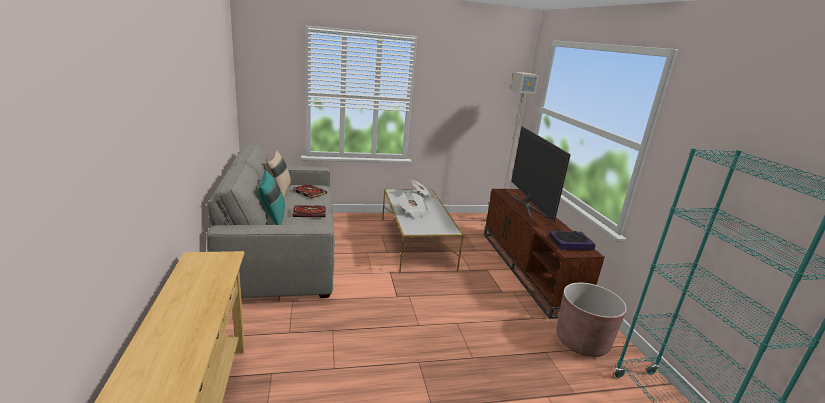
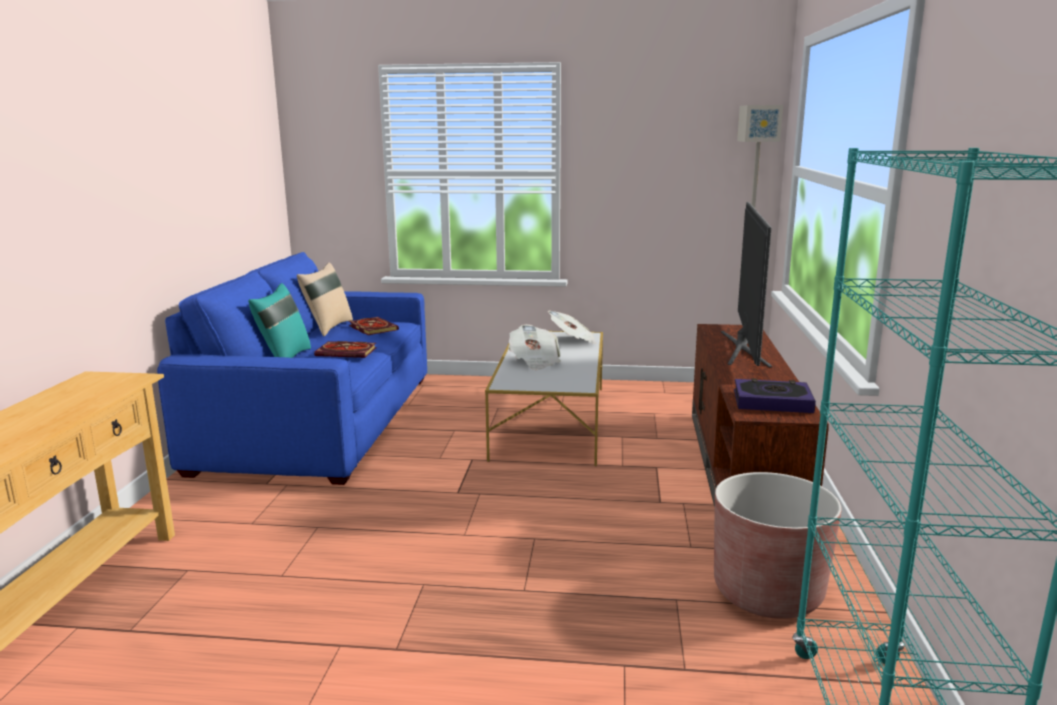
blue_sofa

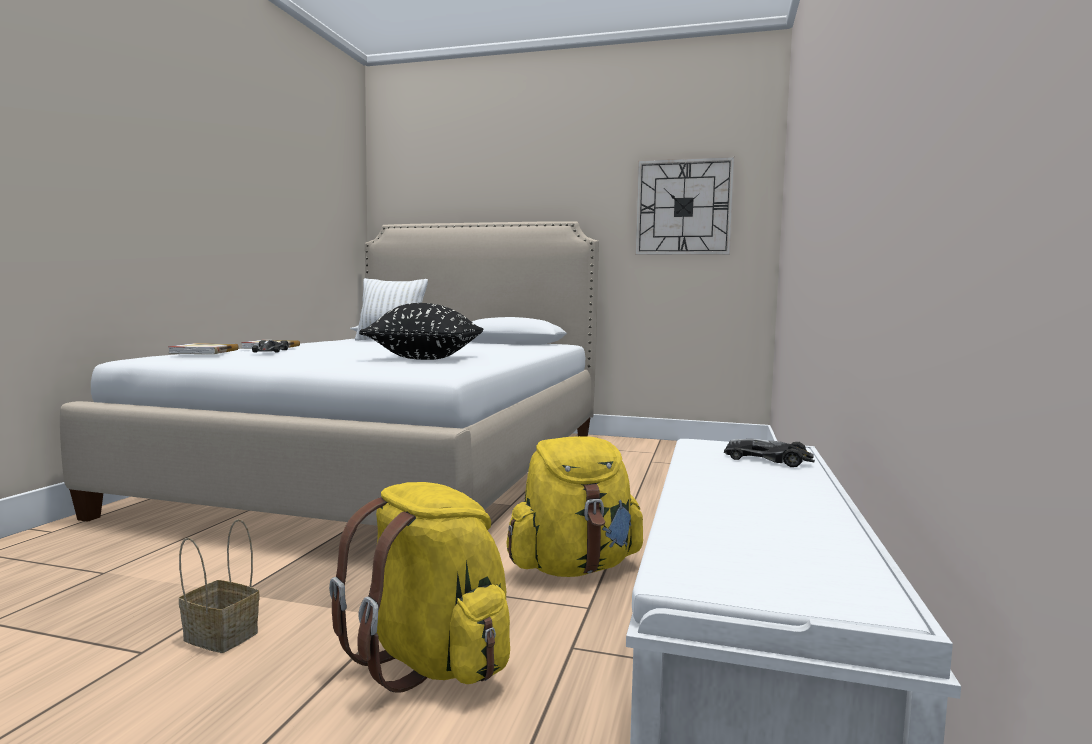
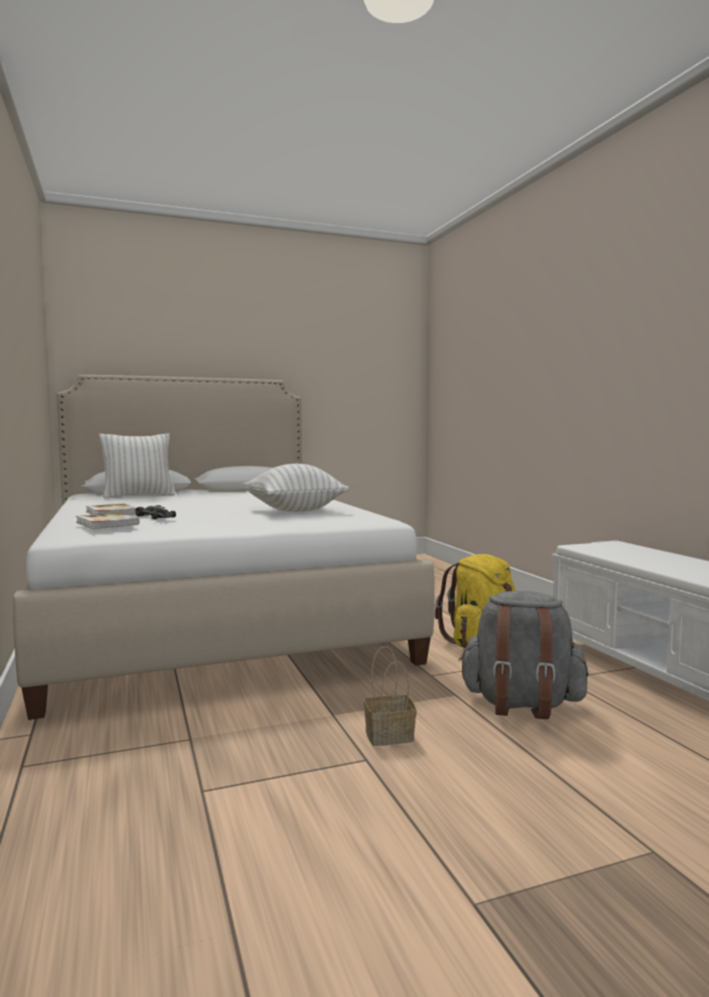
grey_backpack
white_pillow (no. 2 from left)
wall_clock
toy_car (no. 2 from left in the first image)

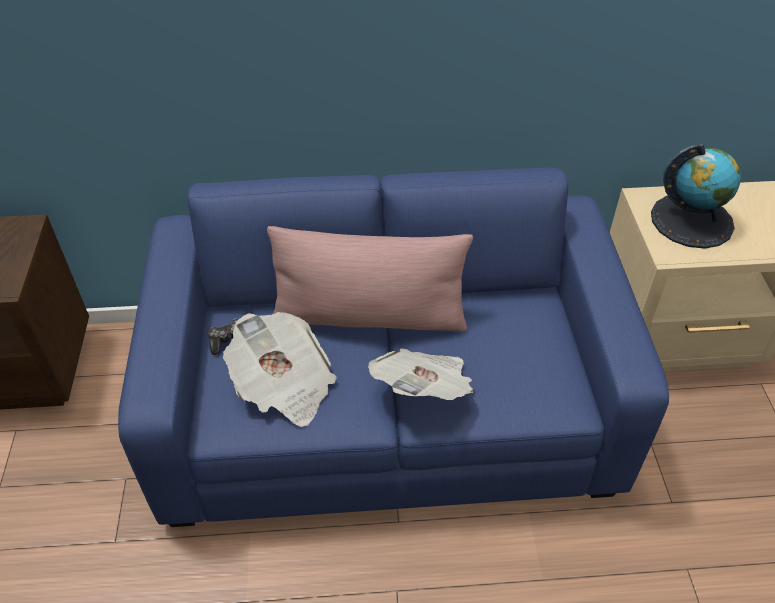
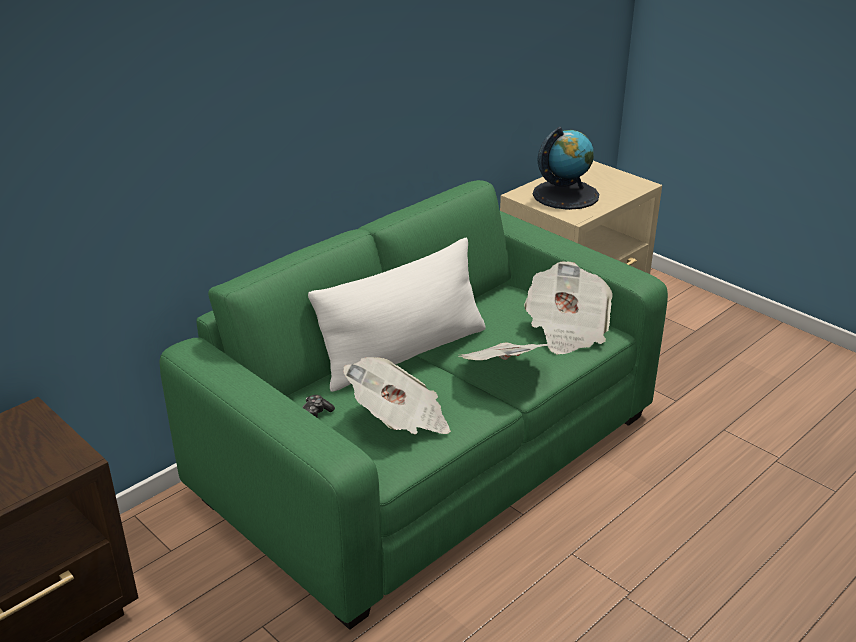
green_sofa
white_pillow
newspaper (no. 3 from left)

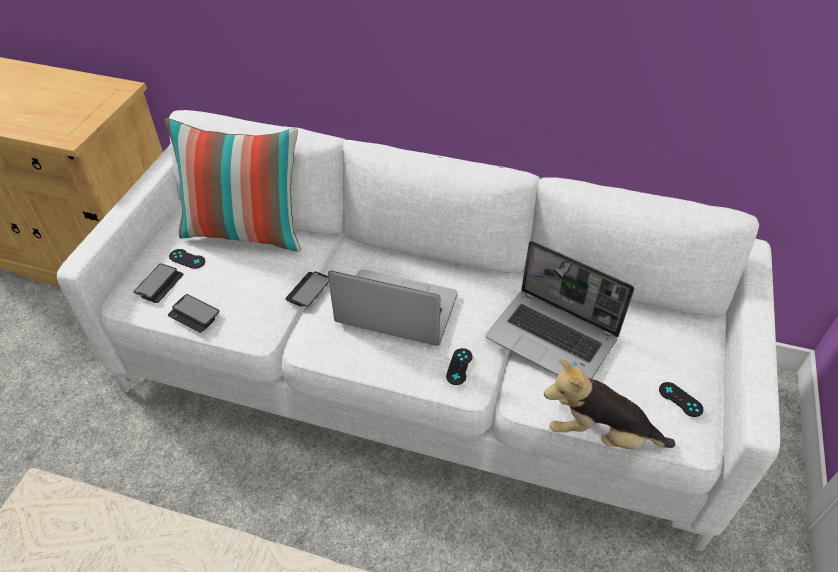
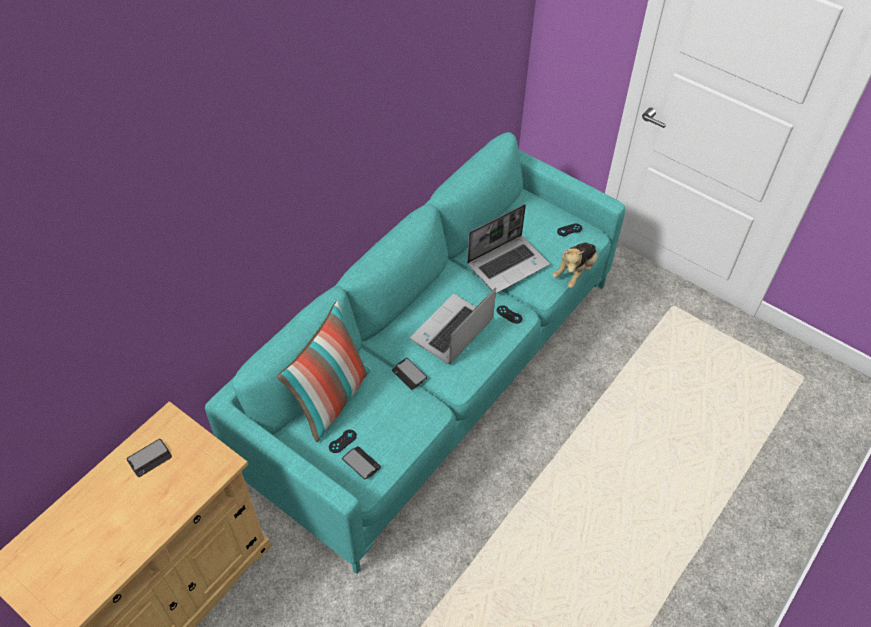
turquoise_sofa
phone (no. 1 from left)

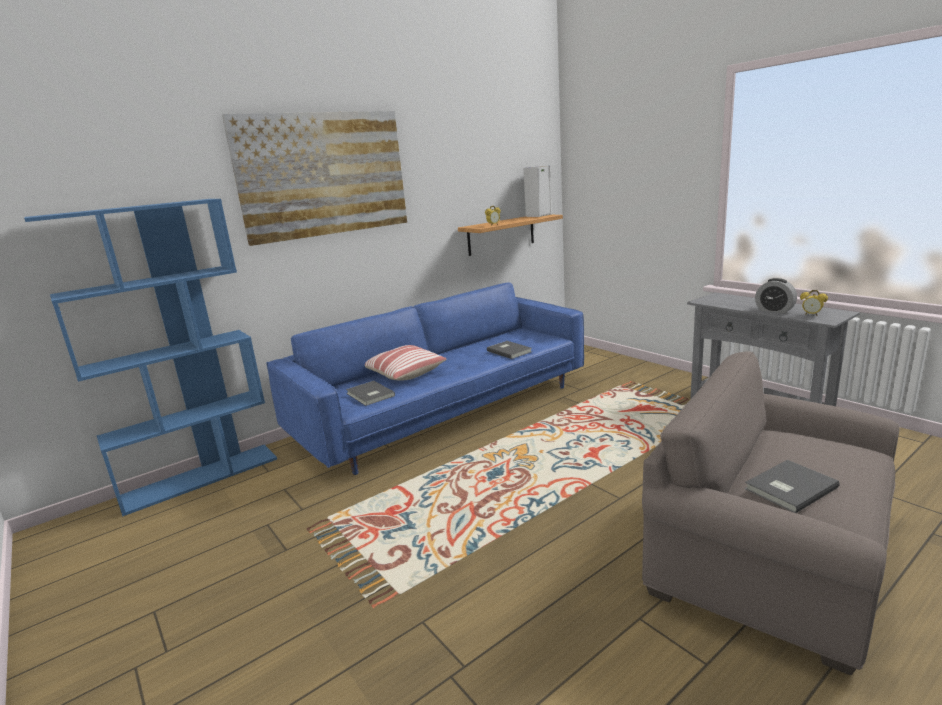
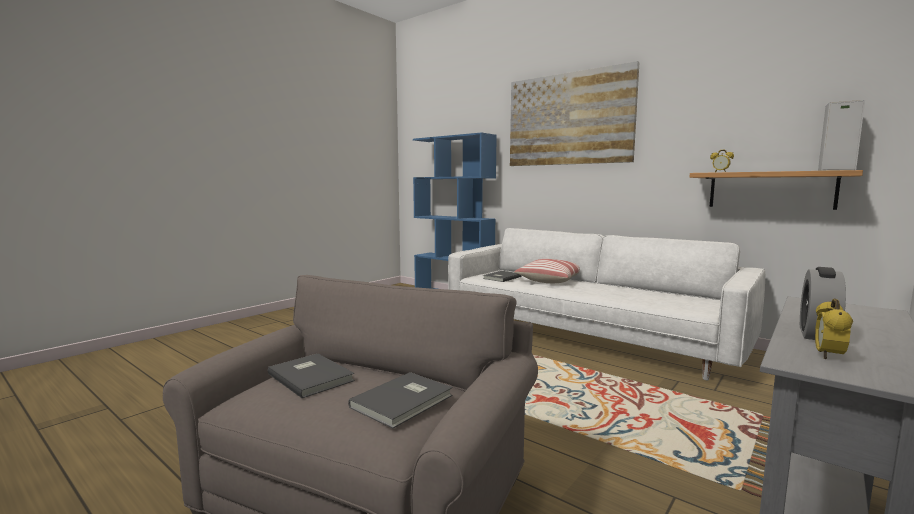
white_sofa
grey_book (no. 2 from left)

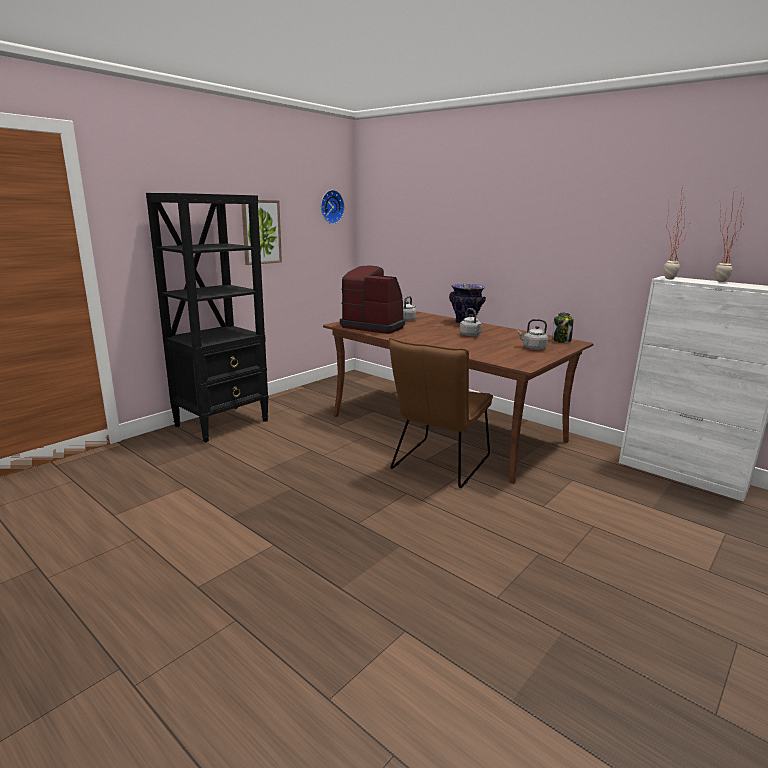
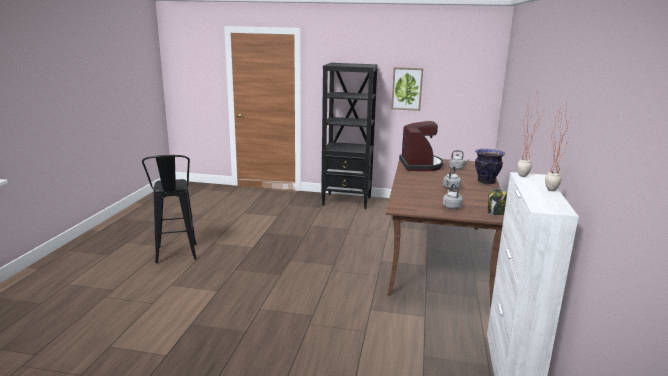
wall_clock
brown_chair
black_stool

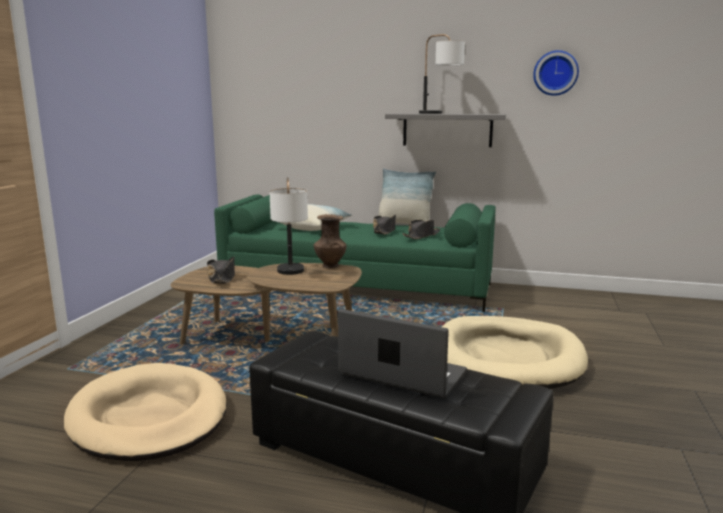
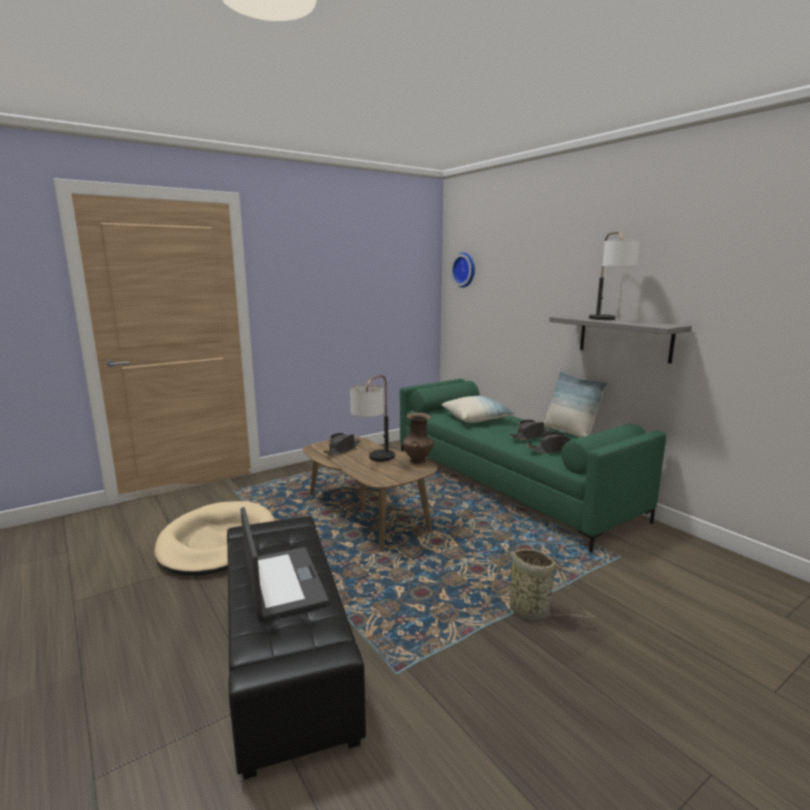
basket
wall_clock

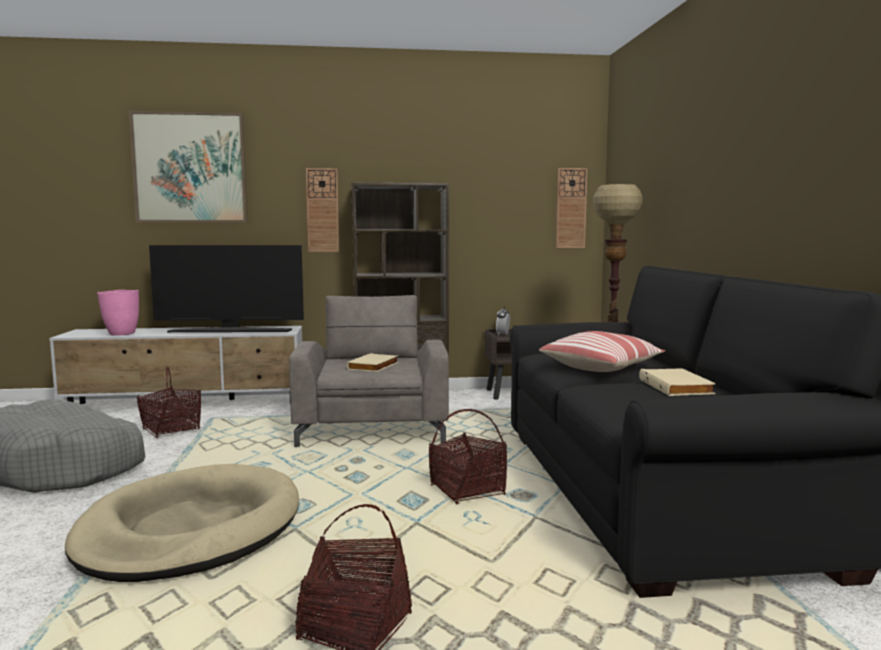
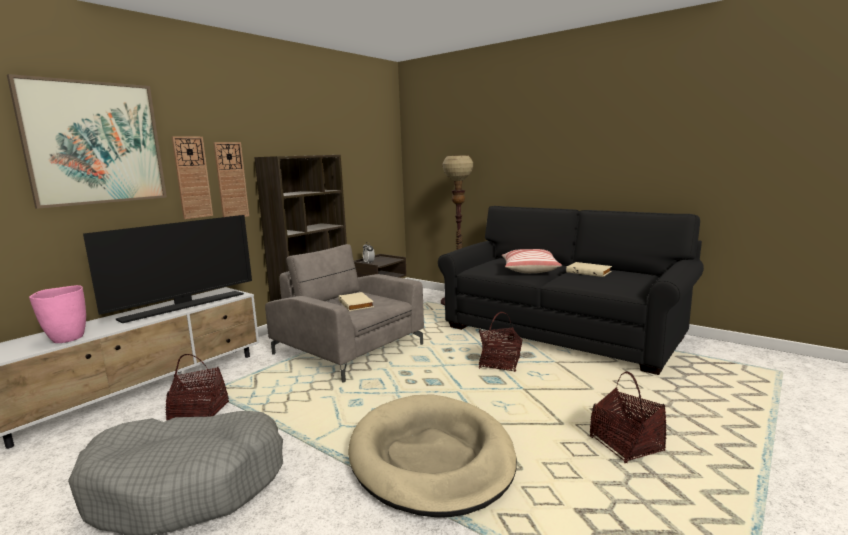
wall_clock (no. 1 from left)

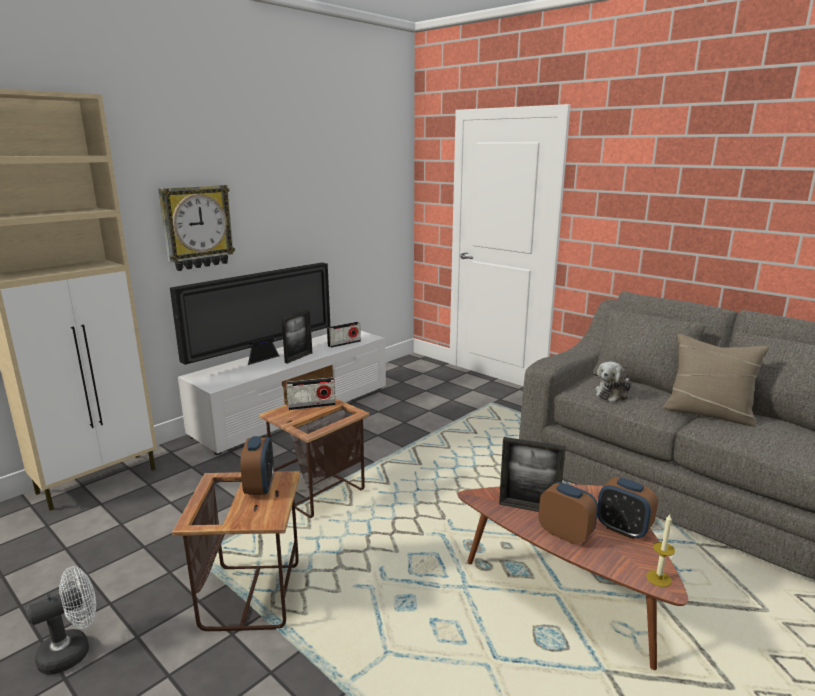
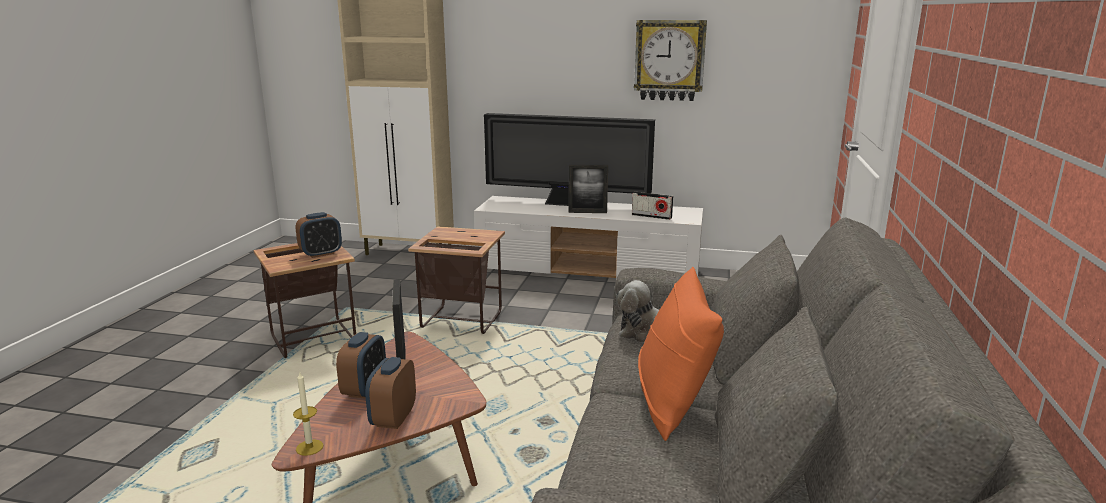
white_fan
wall_clock
radio (no. 1 from left in the first image)
orange_pillow

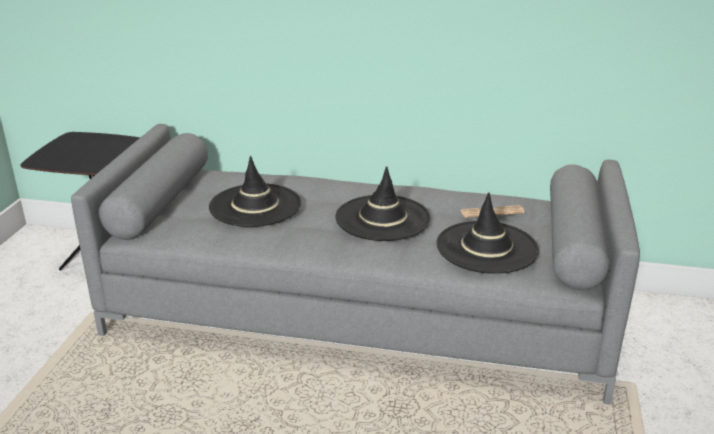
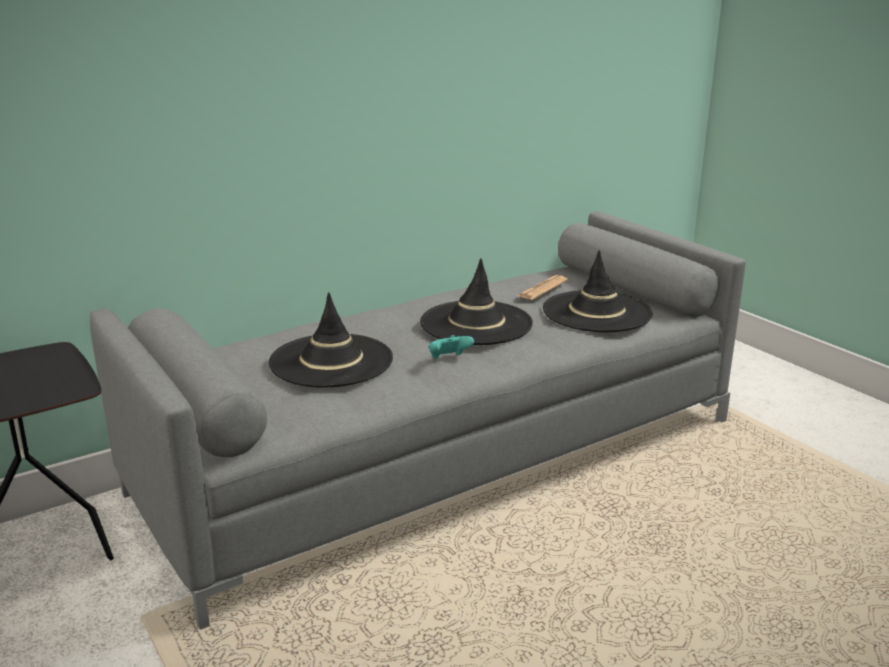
turquoise_game_controller

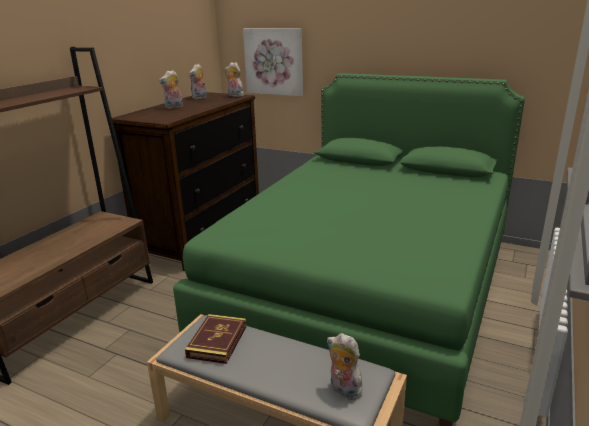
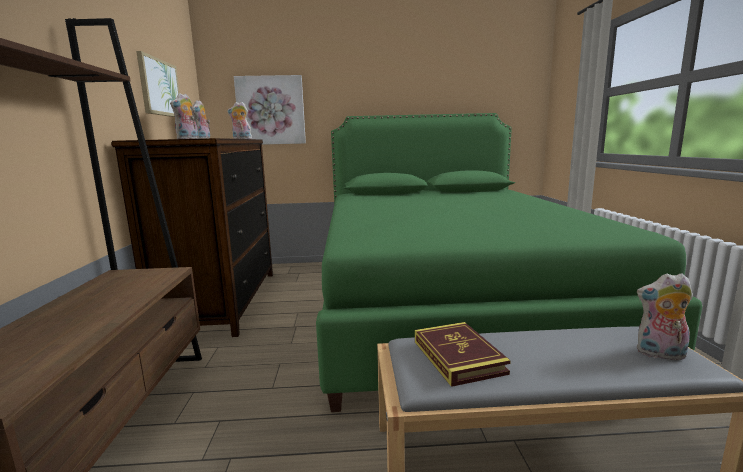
picture (no. 1 from left)

